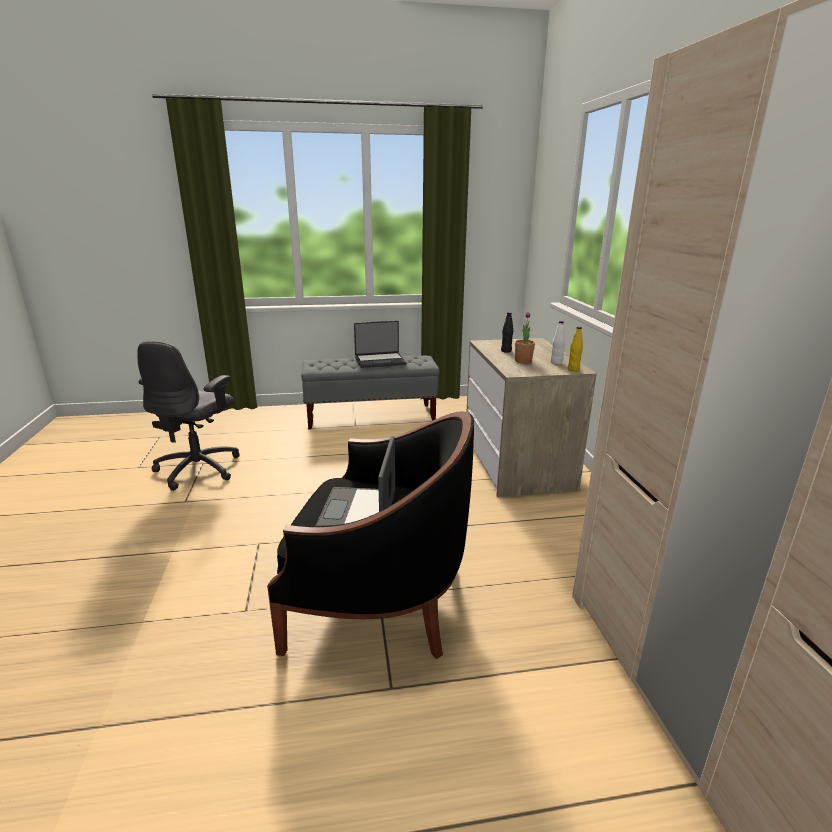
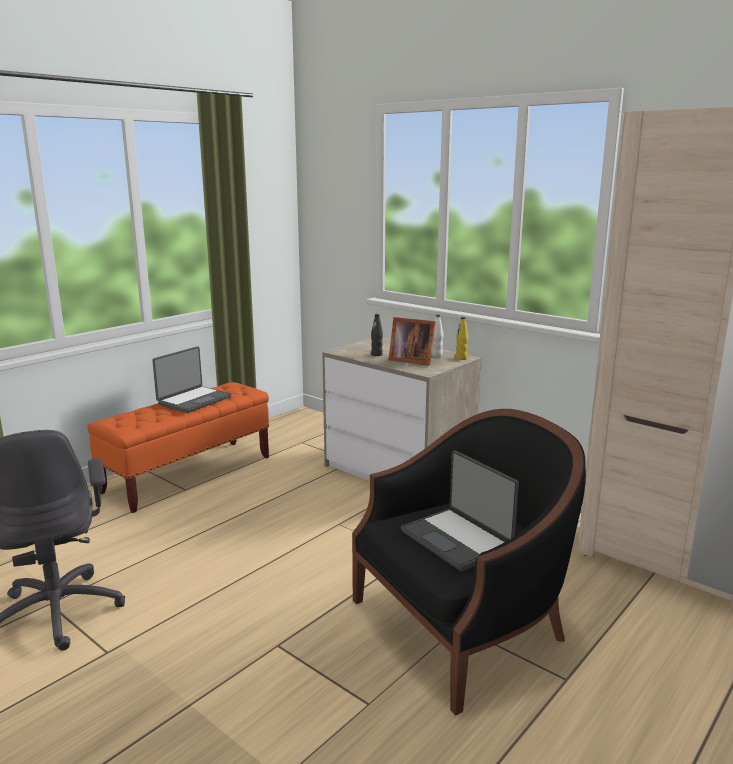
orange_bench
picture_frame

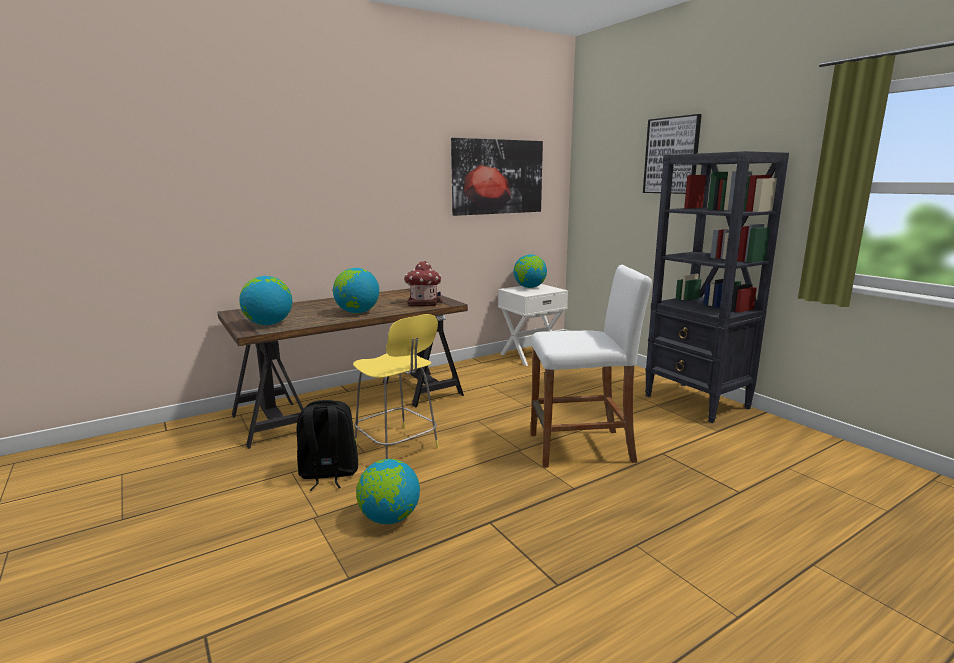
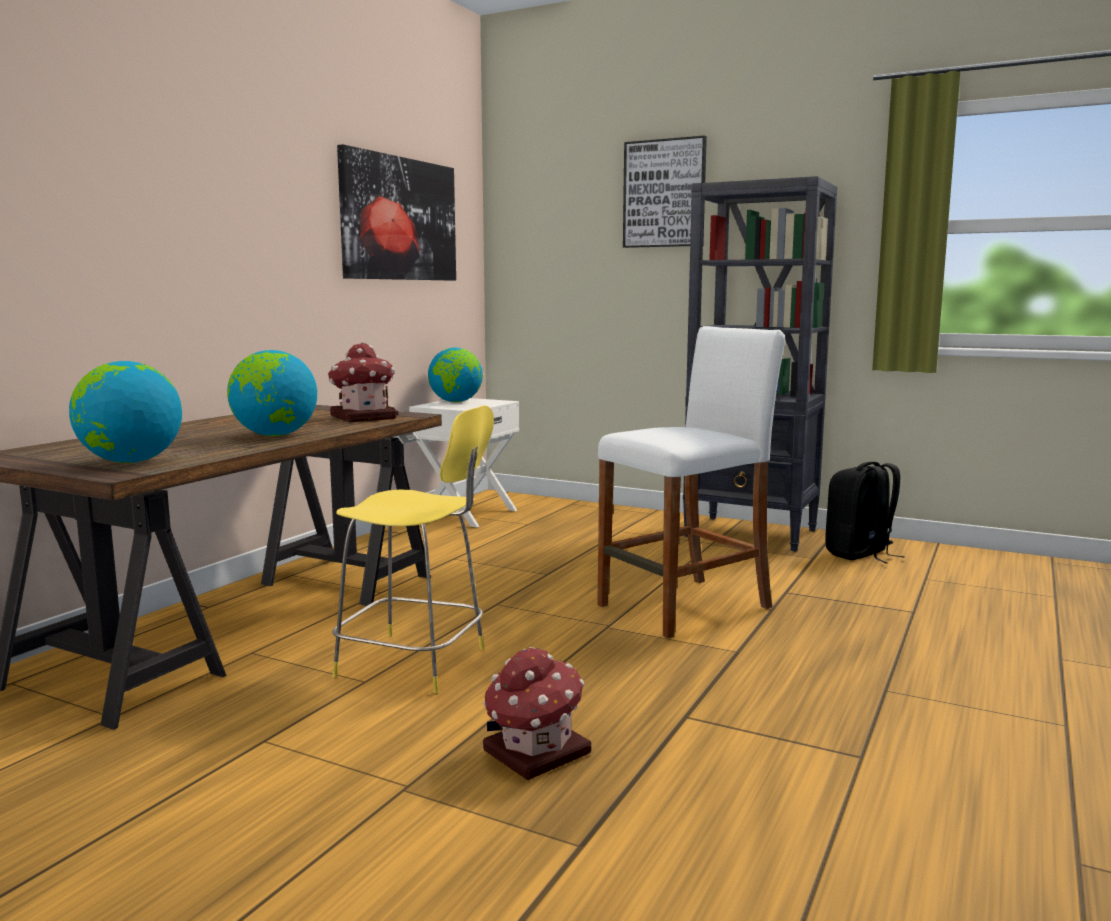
black_backpack
toy_house (no. 2 from left)

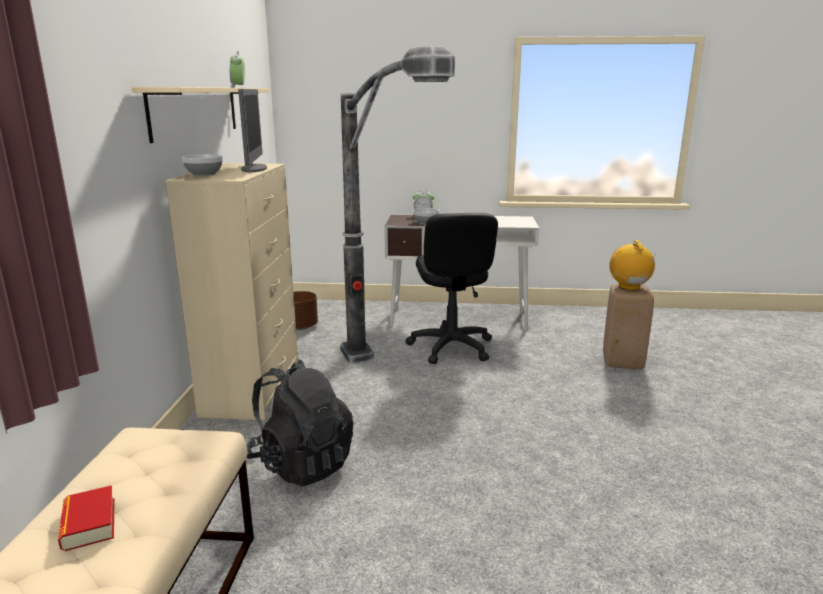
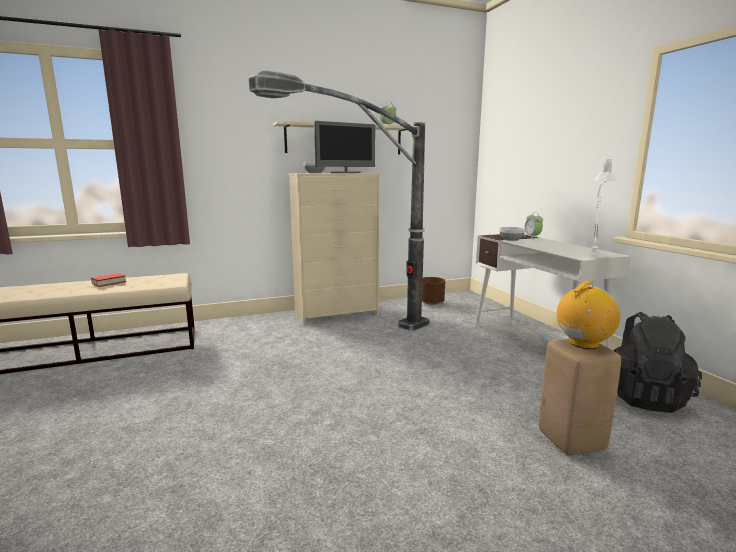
black_backpack
black_office_chair
white_table_lamp

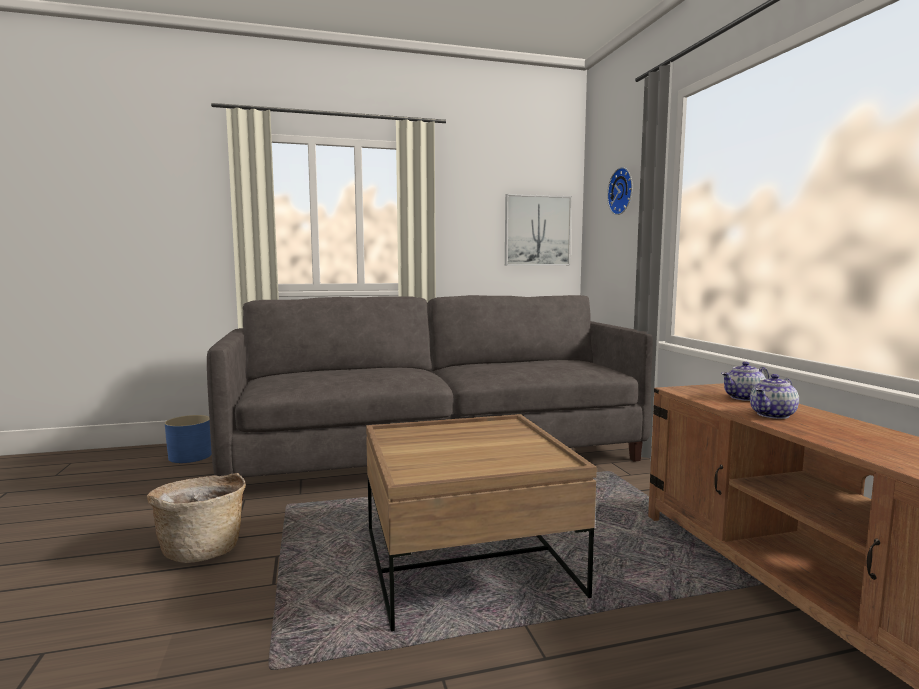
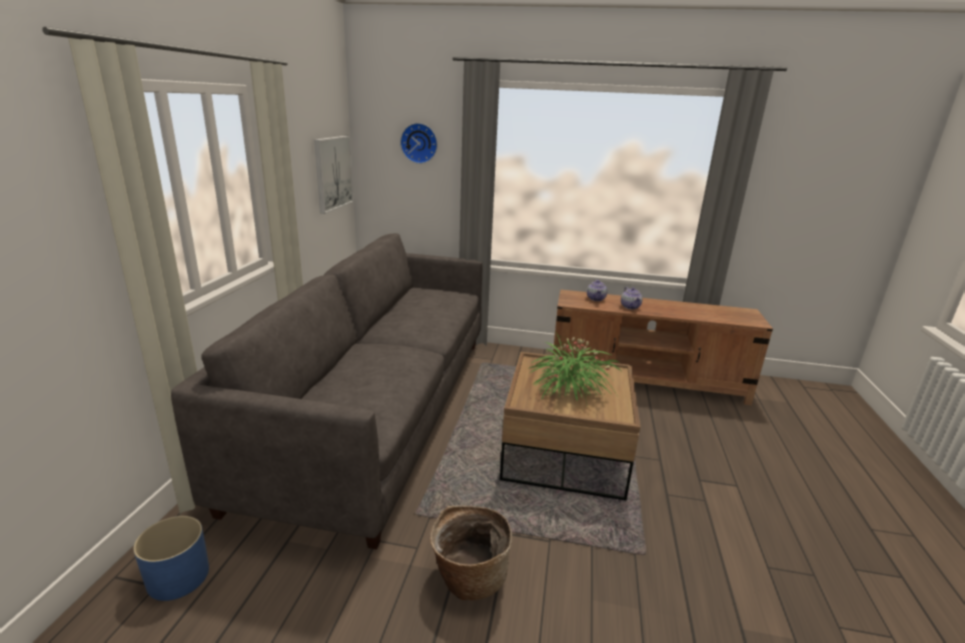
potted_plant

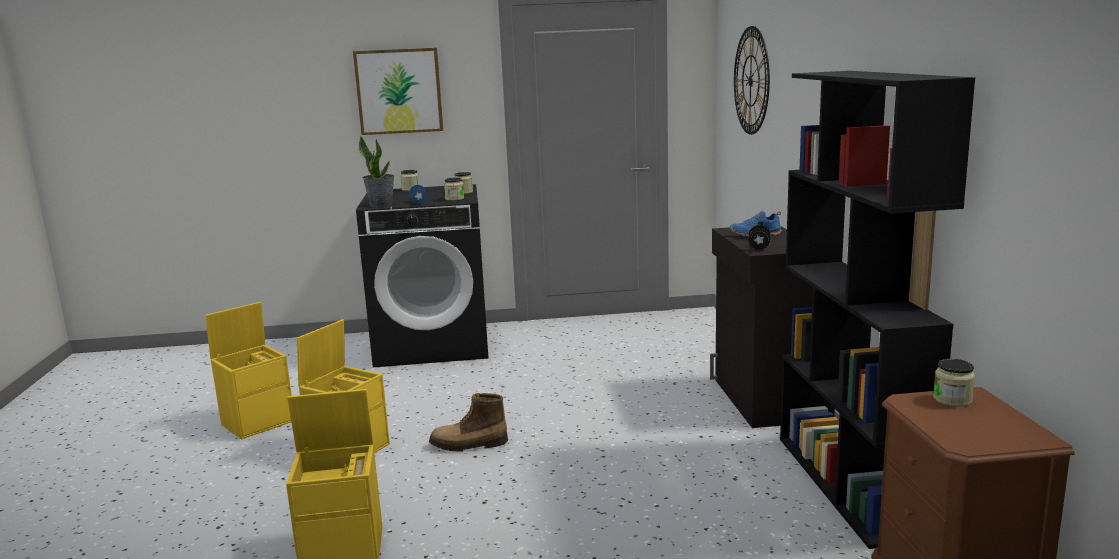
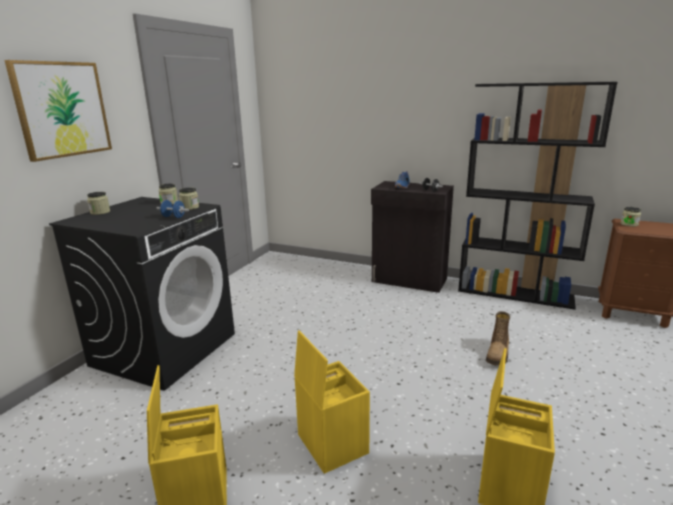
potted_plant
boot
wall_clock

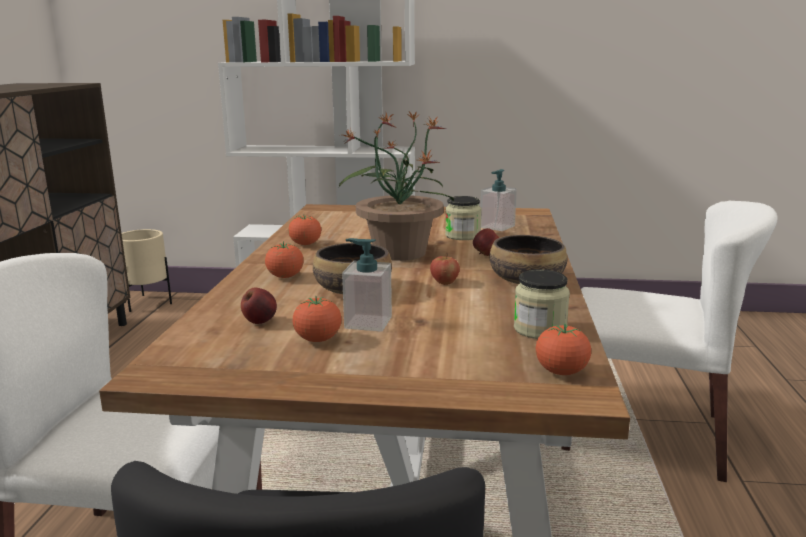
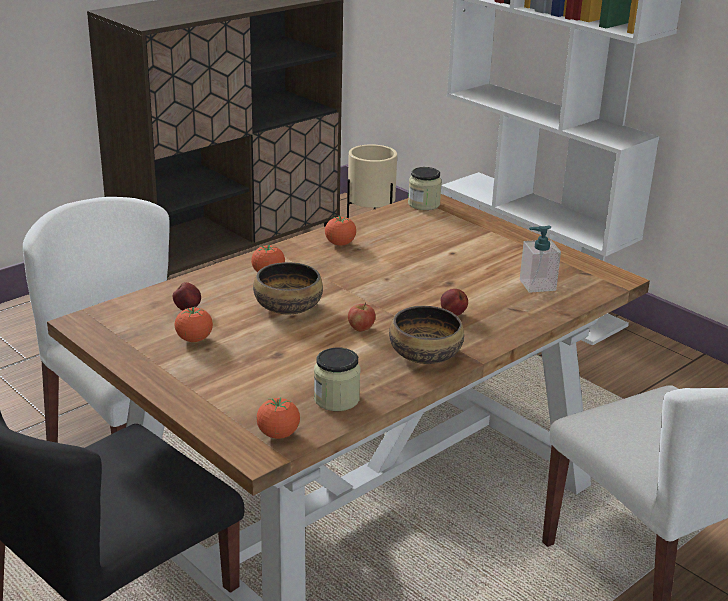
potted_plant
soap_dispenser (no. 1 from left in the first image)
jar (no. 2 from left)

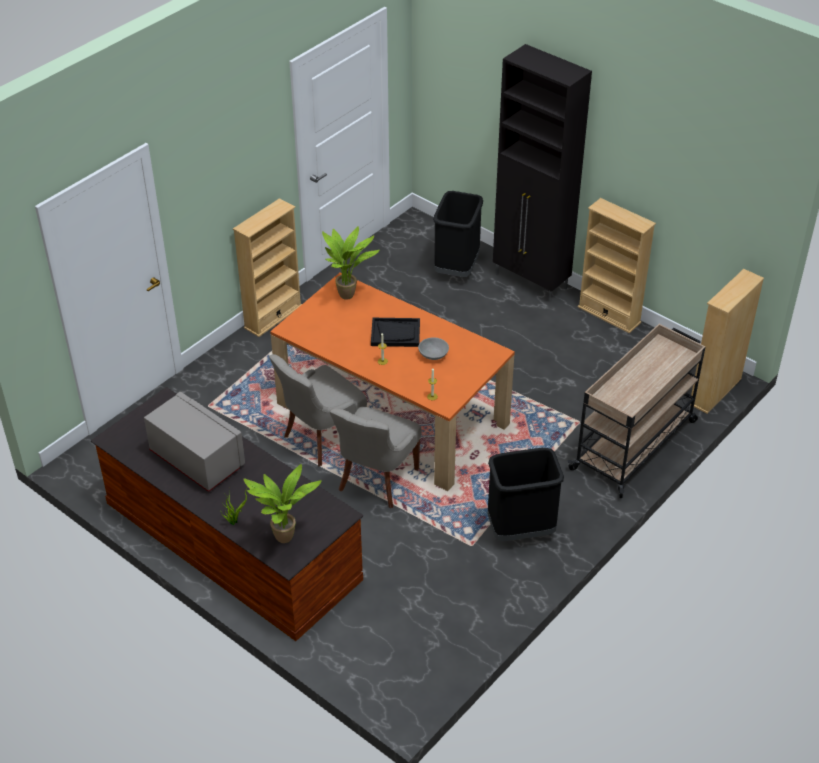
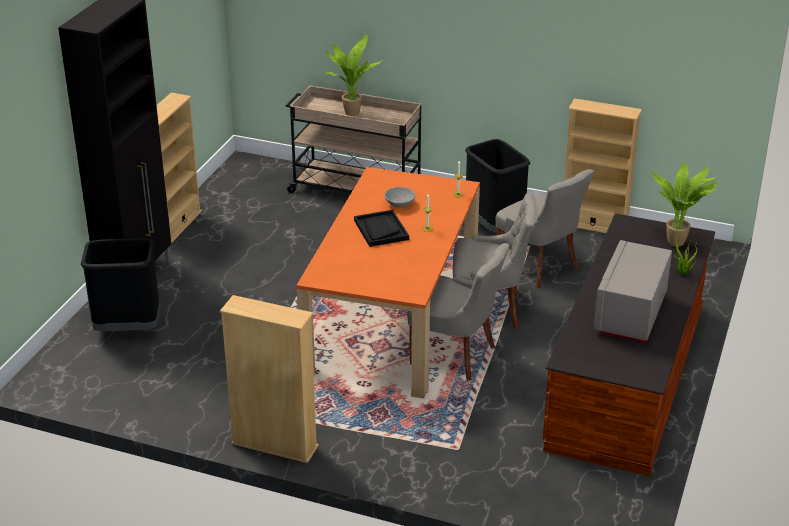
potted_plant (no. 1 from left)
beige_bookcase (no. 3 from left)
grey_chair (no. 3 from left)

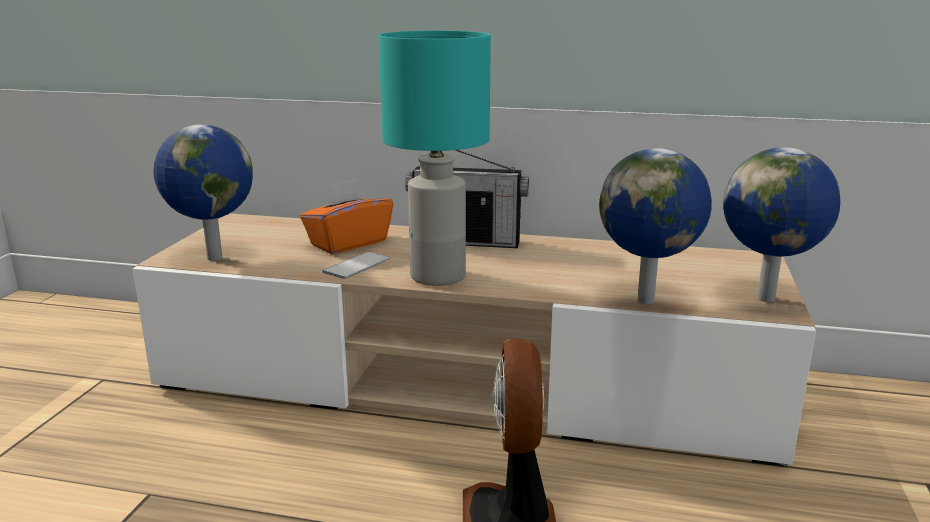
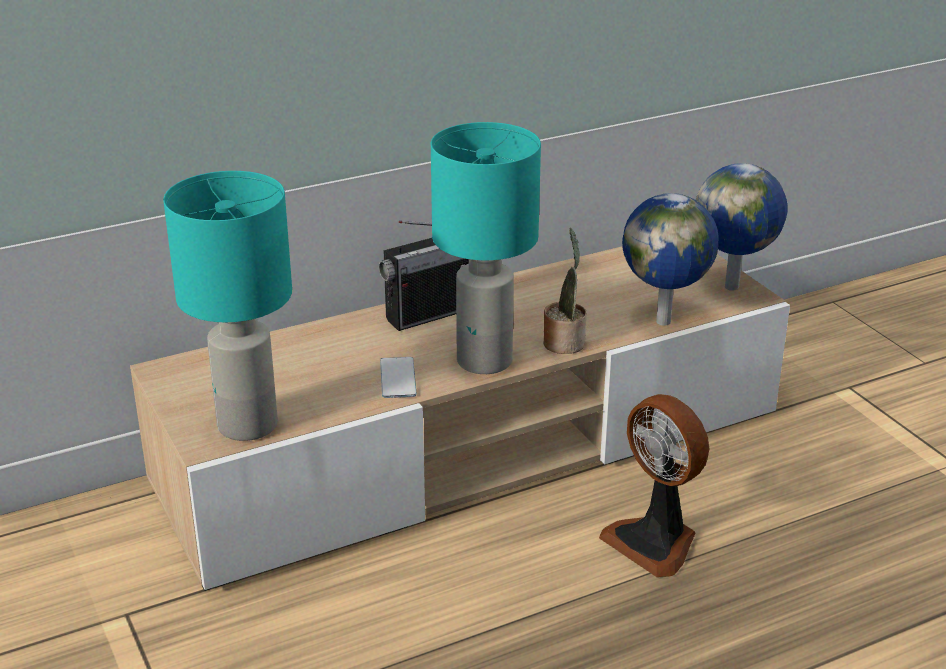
turquoise_table_lamp (no. 1 from left)
orange_tissue_box
potted_plant

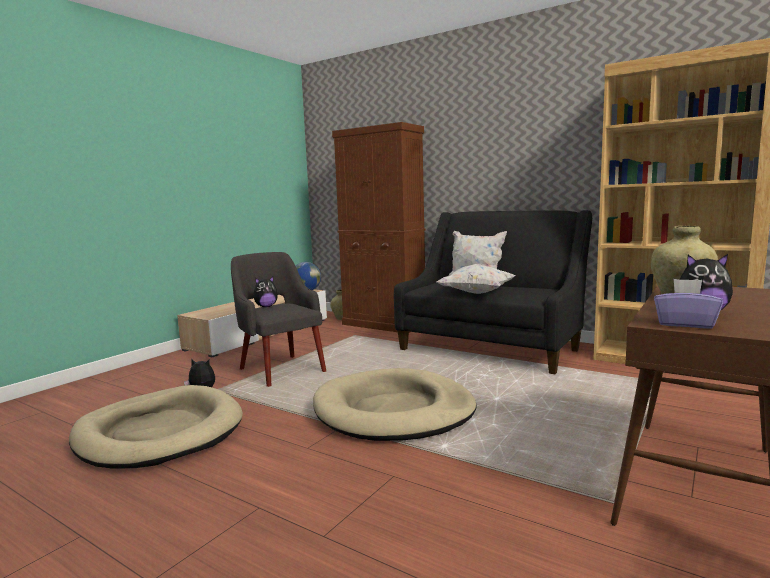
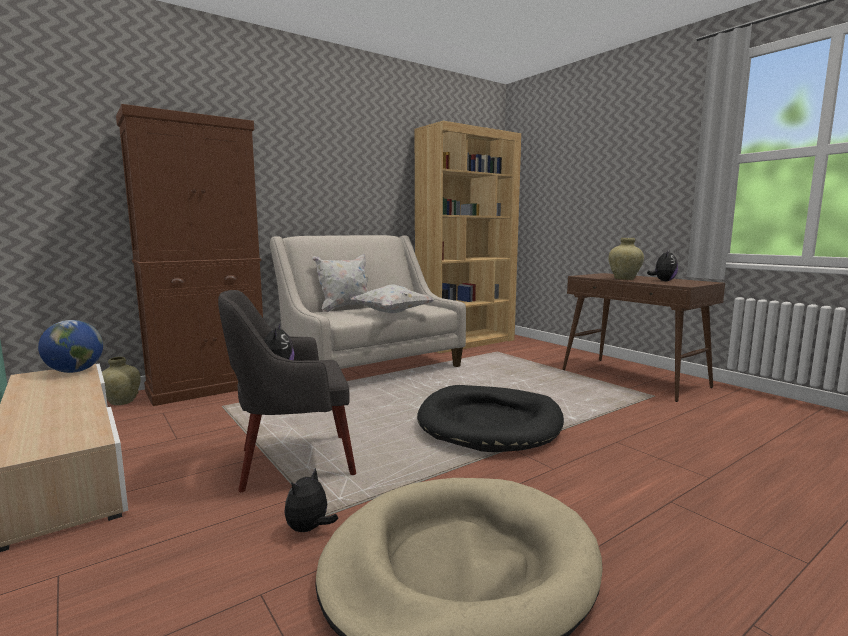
black_dog_bed
beige_sofa
purple_tissue_box

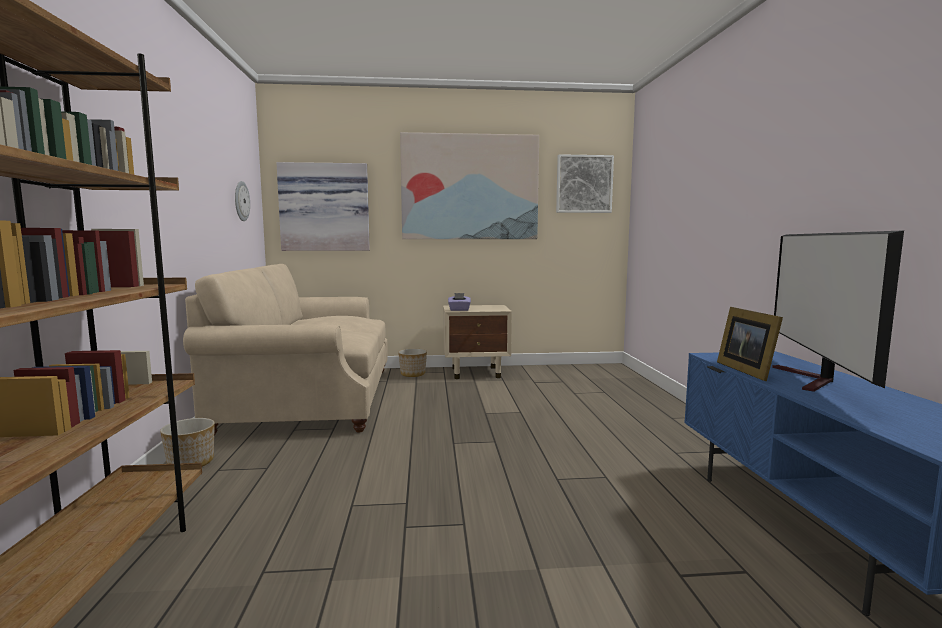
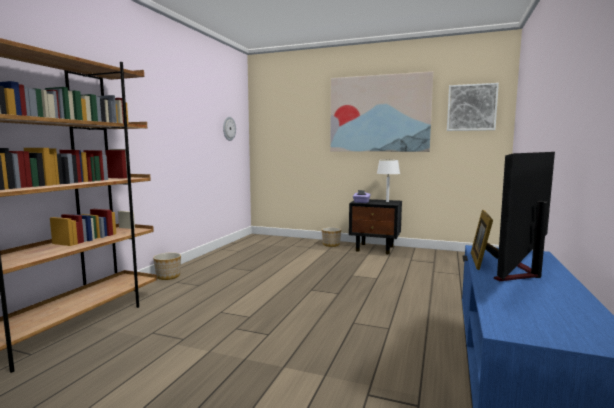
beige_sofa
picture (no. 1 from left in the first image)
black_nightstand
white_table_lamp

